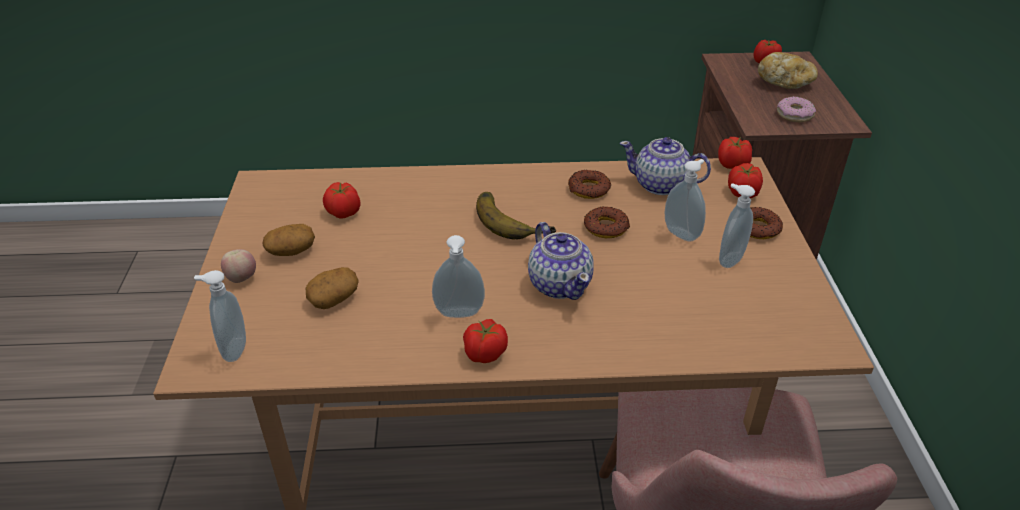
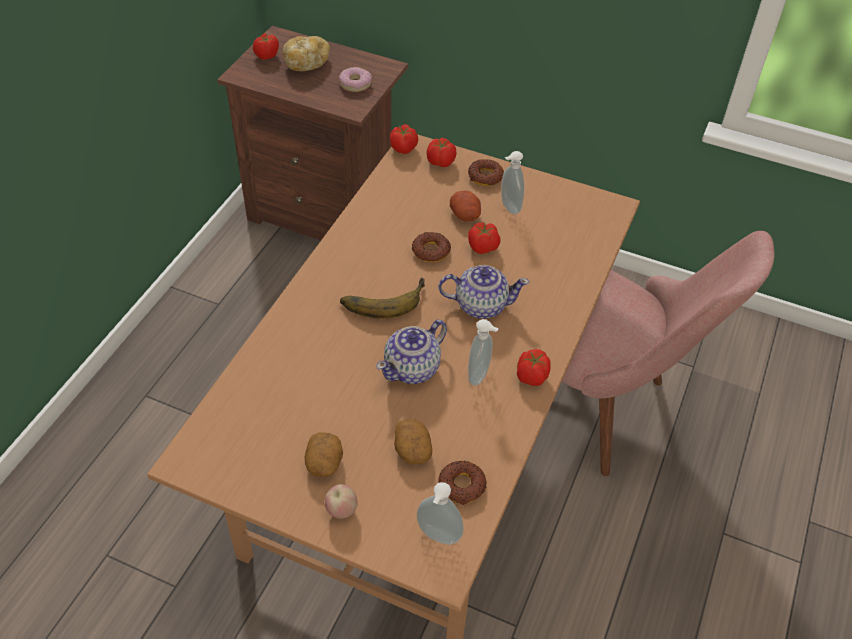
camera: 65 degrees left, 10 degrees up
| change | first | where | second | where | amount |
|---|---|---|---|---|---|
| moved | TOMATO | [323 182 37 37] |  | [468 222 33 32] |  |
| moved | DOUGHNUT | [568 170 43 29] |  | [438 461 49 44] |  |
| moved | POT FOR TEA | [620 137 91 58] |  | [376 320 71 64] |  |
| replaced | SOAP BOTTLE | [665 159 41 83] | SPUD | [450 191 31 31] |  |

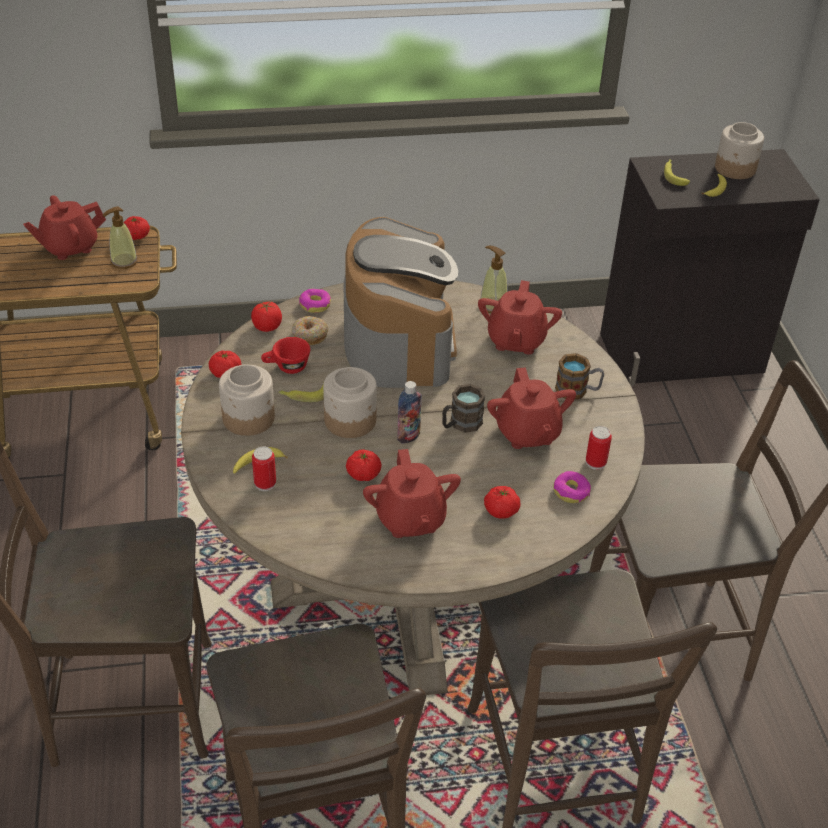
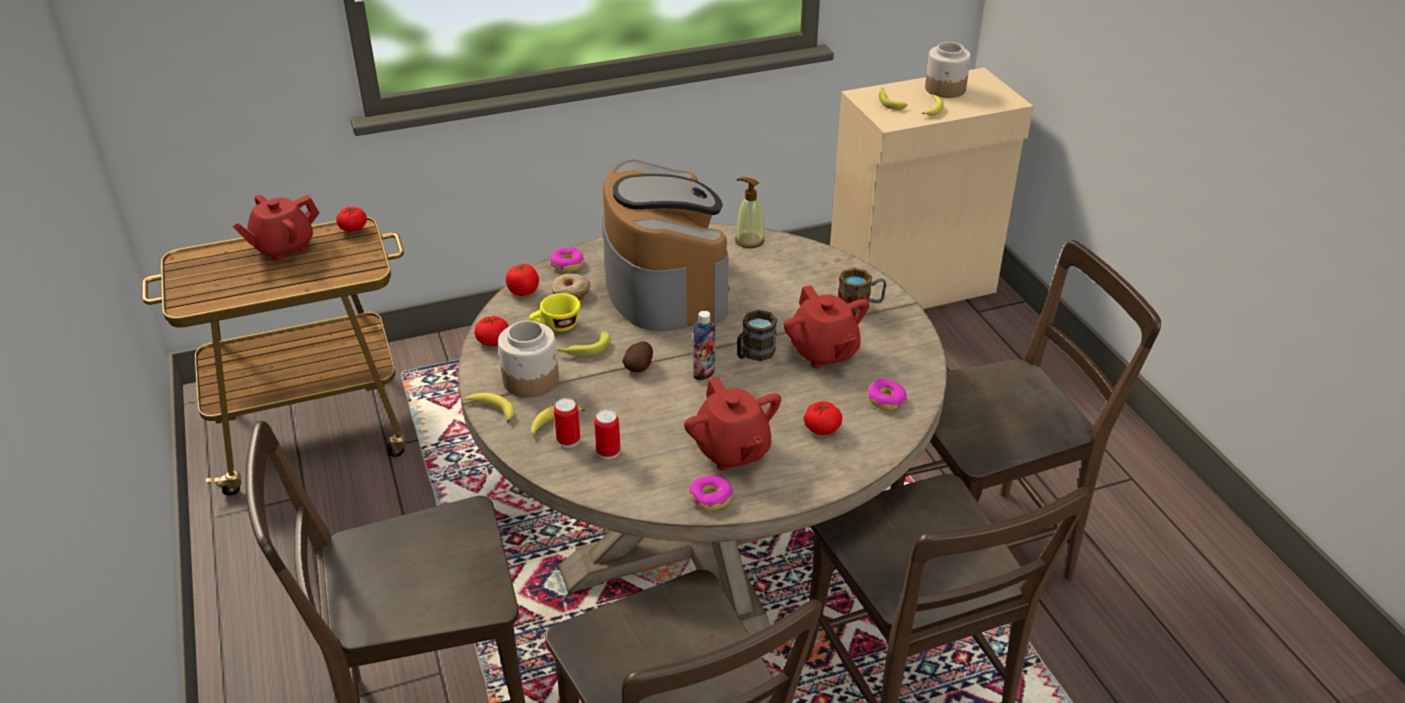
camera: 10 degrees left, 5 degrees down
| change | first | where | second | where | amount |
|---|---|---|---|---|---|
| removed | SOAP BOTTLE | [103 207 35 62] |  |  |  |
| removed | TOMATO | [346 449 36 32] |  |  |  |
| removed | REDDISH POT FOR TEA | [478 280 84 75] |  |  |  |
| added |  |  | BANANA | [465 393 49 30] |  |
| added |  |  | DOUGHNUT | [689 476 44 35] |  |
| moved | SEALED CAN | [586 426 26 44] |  | [594 409 26 50] |  |
| replaced | PRESERVE JAR | [323 367 54 71] | SPUD | [622 341 31 31] |  |
| recoloured | REDDISH DRINKING CUP | [261 337 49 37] | YELLOW DRINKING CUP | [529 293 51 39] |  |
| recoloured | BLACK-COLOURED CABINET | [600 149 220 237] | BEIGE-COLOURED CABINET | [830 68 203 241] |  |

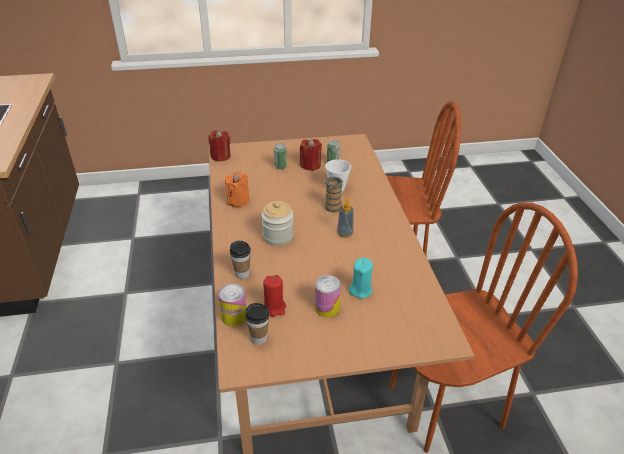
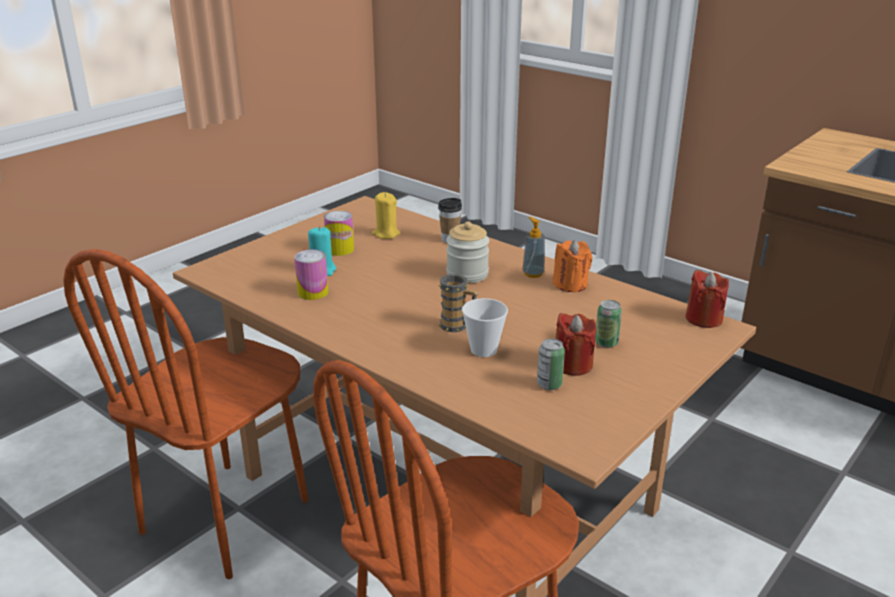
camera: 140 degrees right, 10 degrees down
| change | first | where | second | where | amount |
|---|---|---|---|---|---|
| removed | DRINKING CUP | [245 303 24 42] |  |  |  |
| moved | SEALED CAN | [218 283 28 44] |  | [294 250 34 50] |  |
| moved | SOAP BOTTLE | [337 197 17 41] |  | [522 217 23 61] |  |
| recoloured | REDDISH CANDLE | [263 275 23 42] | YELLOW CANDLE | [372 192 28 47] |  |

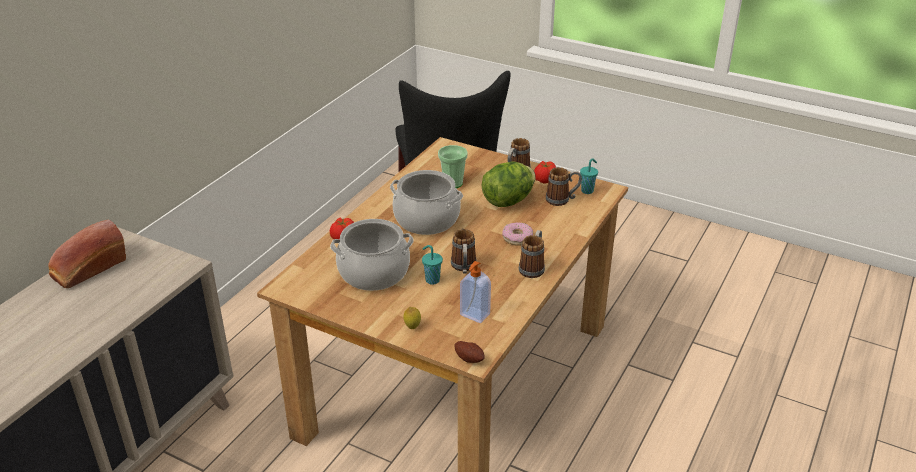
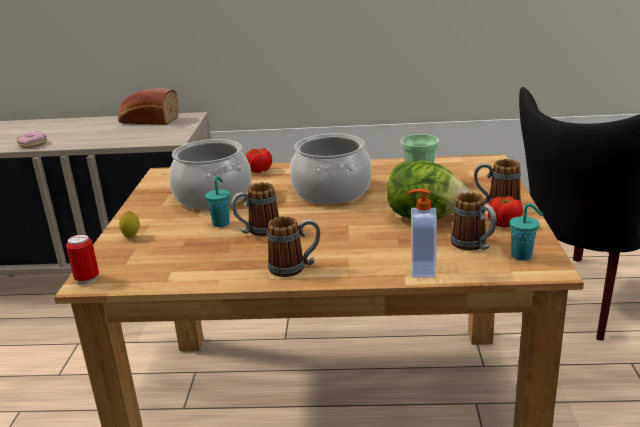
camera: 65 degrees right, 10 degrees down
| change | first | where | second | where | amount |
|---|---|---|---|---|---|
| moved | SOAP BOTTLE | [460 261 31 62] |  | [408 189 29 89] |  |
| moved | DOUGHNUT | [502 222 31 24] |  | [17 131 30 17] |  |
| replaced | SPUD | [454 341 30 22] | SEALED CAN | [66 234 33 50] |  |

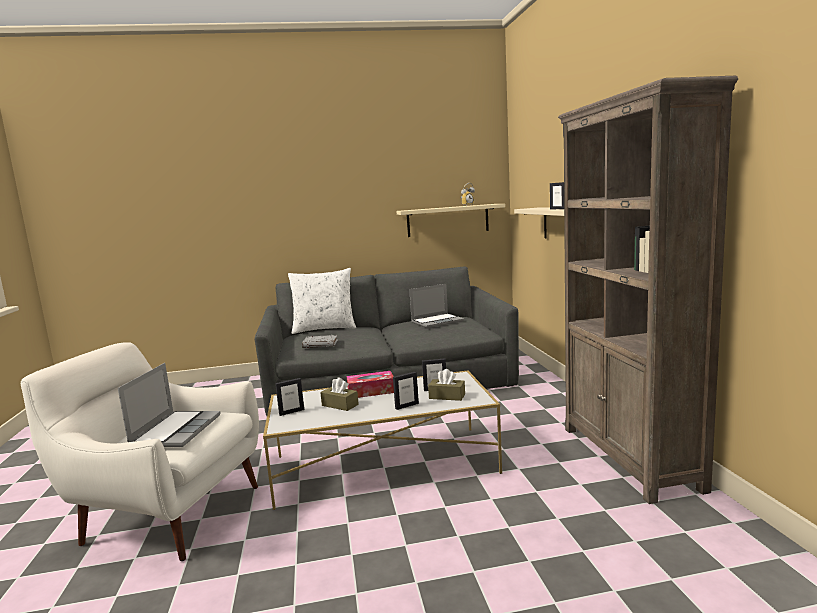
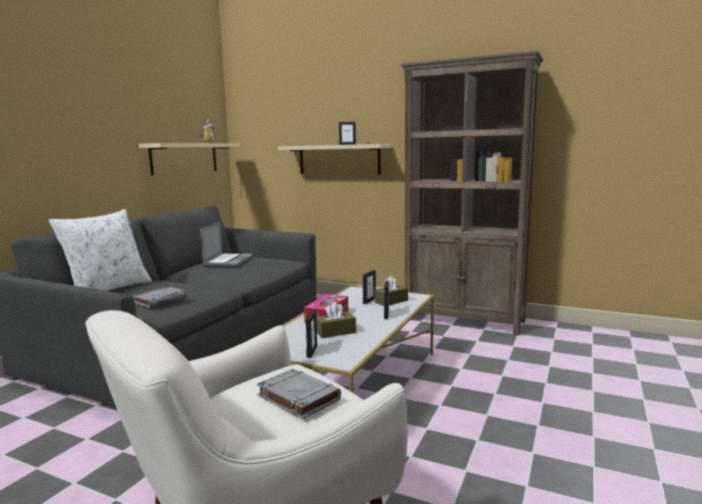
camera: 55 degrees left, 0 degrees up
| change | first | where | second | where | amount |
|---|---|---|---|---|---|
| replaced | PORTABLE COMPUTER | [118 363 102 84] | GREYISH VOLUME | [257 369 84 50] |  |

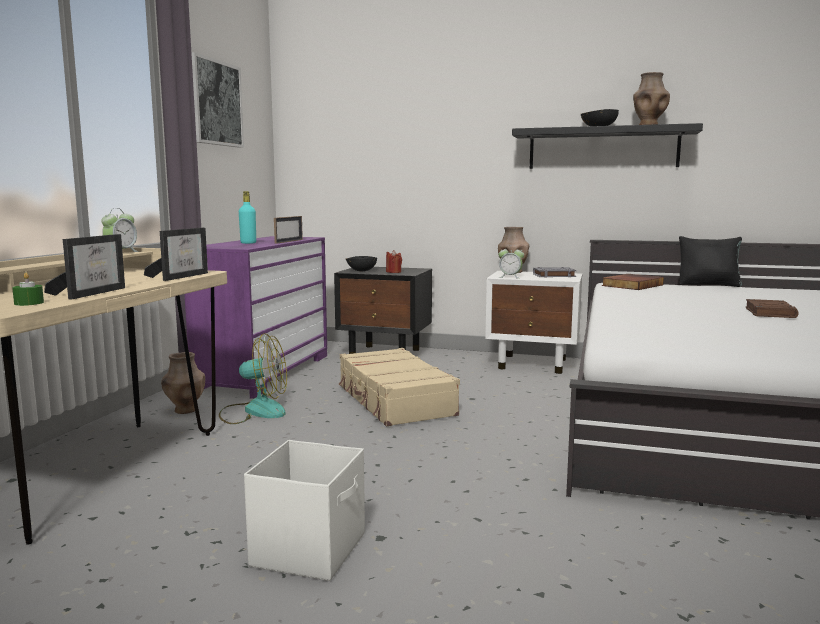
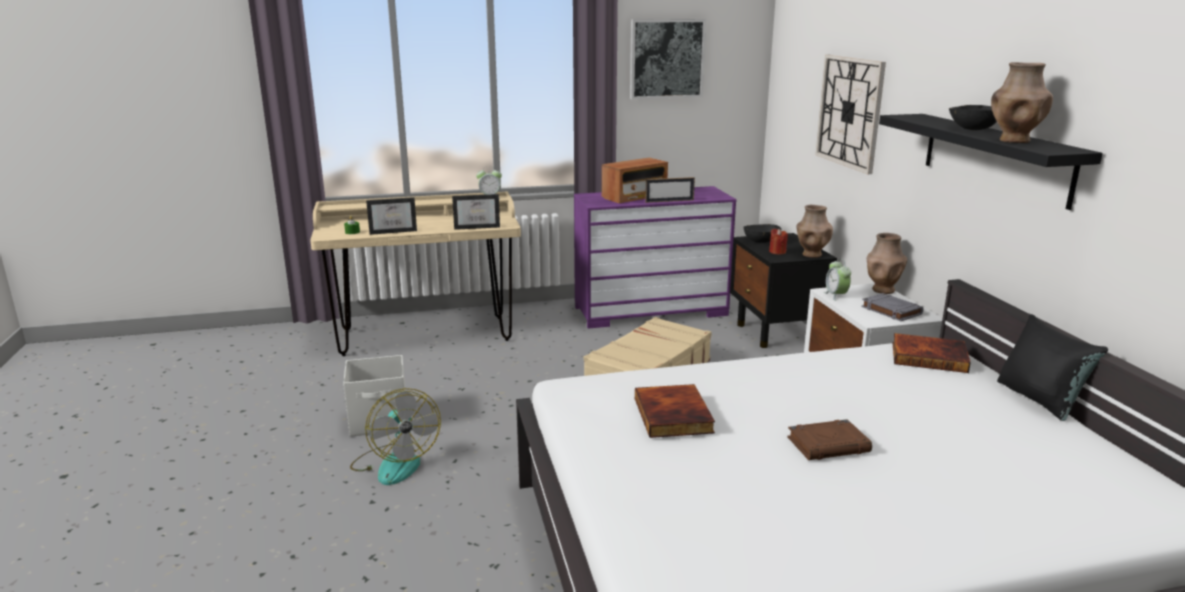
camera: 60 degrees right, 10 degrees up
| change | first | where | second | where | amount |
|---|---|---|---|---|---|
| added |  |  | VOLUME | [635 384 80 54] |  |
| added |  |  | CLOCK ON THE WALL | [815 55 71 119] |  |
| moved | BROWN FLOWER VASE | [161 352 44 62] |  | [797 205 36 53] |  |
| moved | ELECTRIC FAN | [219 333 68 91] |  | [350 388 91 97] |  |
| replaced | TURQUOISE-COLOURED DRINK BOTTLE | [239 191 17 53] | RADIO SET | [602 157 66 46] |  |

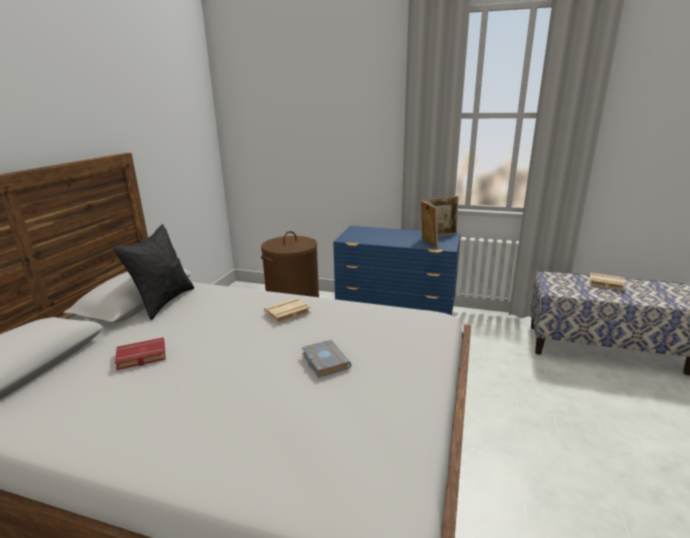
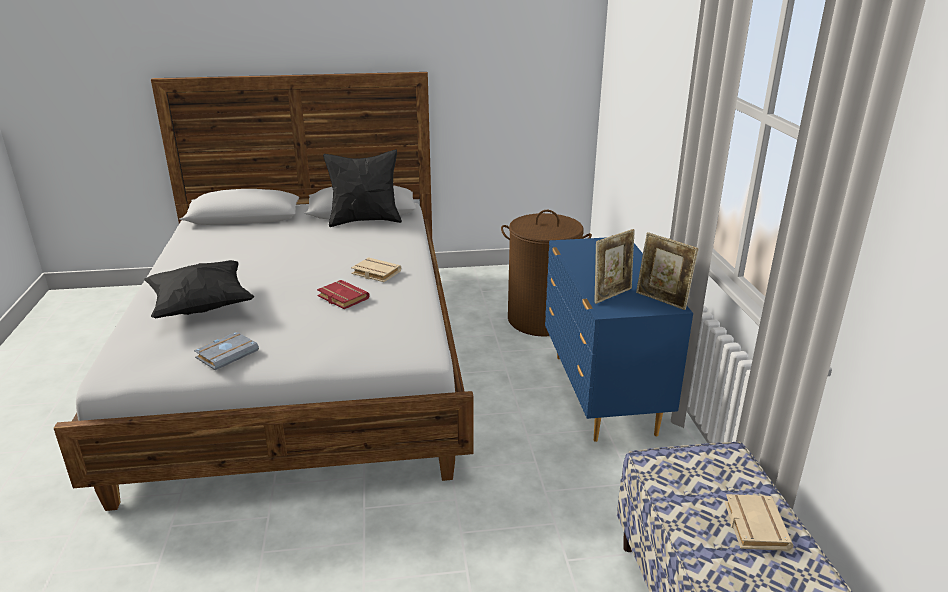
camera: 65 degrees right, 5 degrees up
| change | first | where | second | where | amount |
|---|---|---|---|---|---|
| added |  |  | BLACK-COLOURED PILLOW | [144 260 111 59] |  |
| moved | REDDISH VOLUME | [115 338 51 32] |  | [317 280 53 29] |  |
| moved | GREYISH VOLUME | [302 340 49 38] |  | [194 332 65 38] |  |

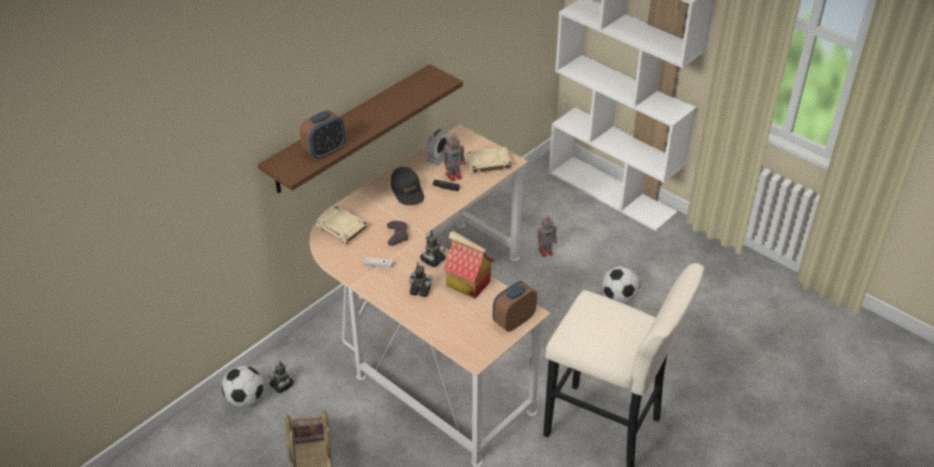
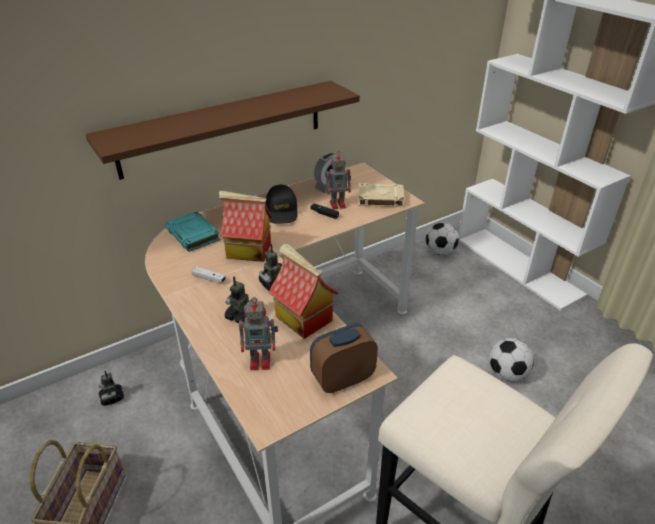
camera: 15 degrees right, 5 degrees down
| change | first | where | second | where | amount |
|---|---|---|---|---|---|
| removed | ALARM CLOCK | [300 110 45 49] |  |  |  |
| moved | FOOTBALL BALL | [222 366 41 41] |  | [426 222 33 33] |  |
| moved | TOY ROBOT | [537 217 20 40] |  | [239 297 39 73] |  |
| replaced | GREYISH JOYPAD | [387 221 21 25] | MINIATURE HOUSE | [219 190 53 72] |  |
| recoloured | BEIGE-COLOURED VOLUME | [315 206 54 39] | TURQUOISE-COLOURED VOLUME | [165 211 55 41] |  |

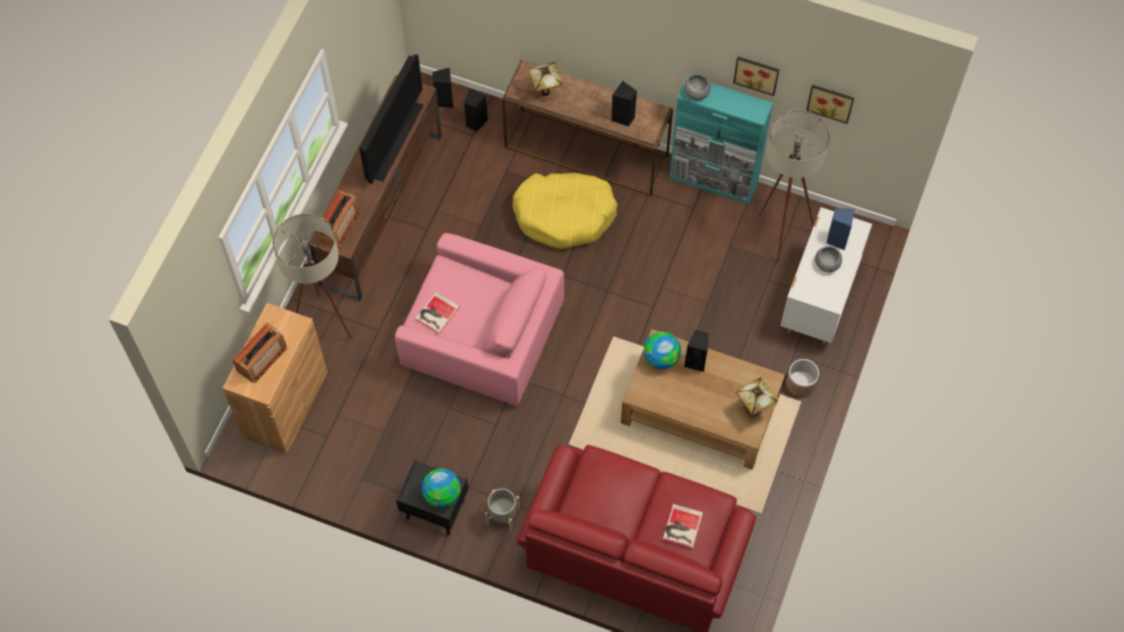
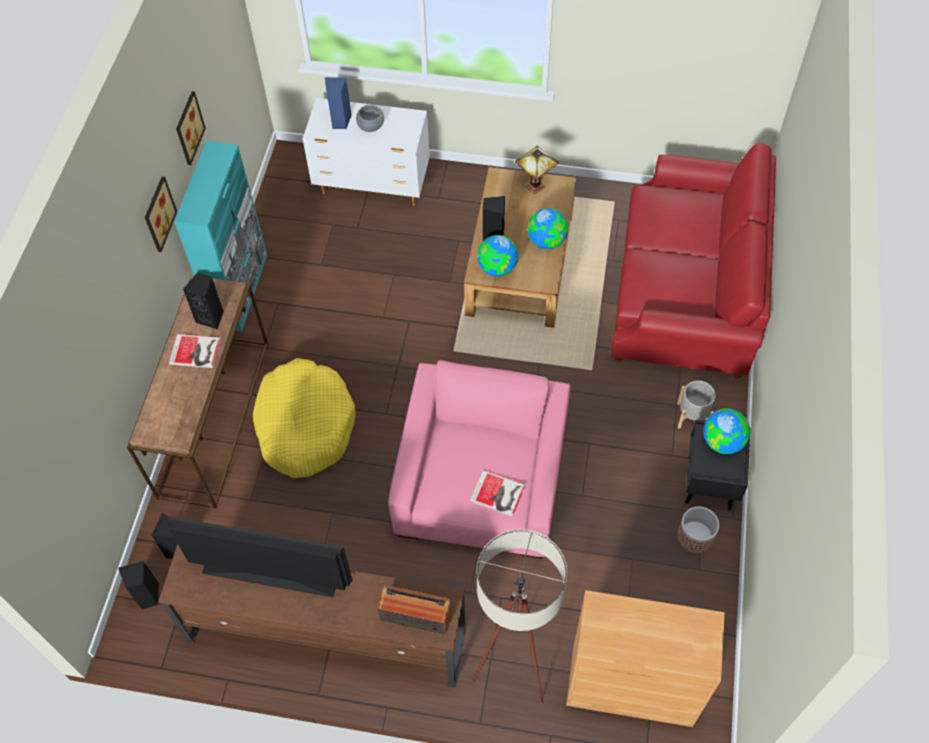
camera: 100 degrees left, 5 degrees down
| change | first | where | second | where | amount |
|---|---|---|---|---|---|
| removed | RADIO SET | [232 323 55 60] |  |  |  |
| removed | LAMP FOR A TABLE | [528 62 35 39] |  |  |  |
| removed | GREYISH BOWL | [684 74 27 27] |  |  |  |
| removed | BEIGE-COLOURED STANDARD LAMP | [759 110 71 154] |  |  |  |
| added |  |  | GLOBE | [527 208 41 41] |  |
| moved | VOLUME | [663 504 40 44] |  | [169 334 52 34] |  |
| moved | PLANTER | [786 359 33 38] |  | [677 506 42 48] |  |
| moved | WALL ART | [806 85 48 39] |  | [145 177 32 75] |  |

